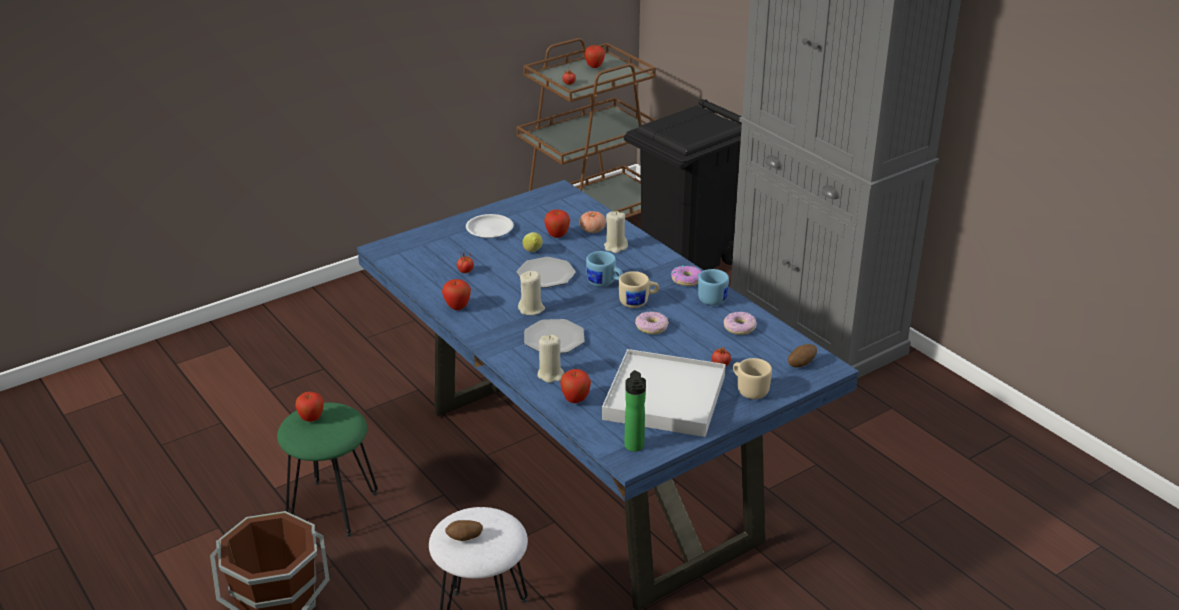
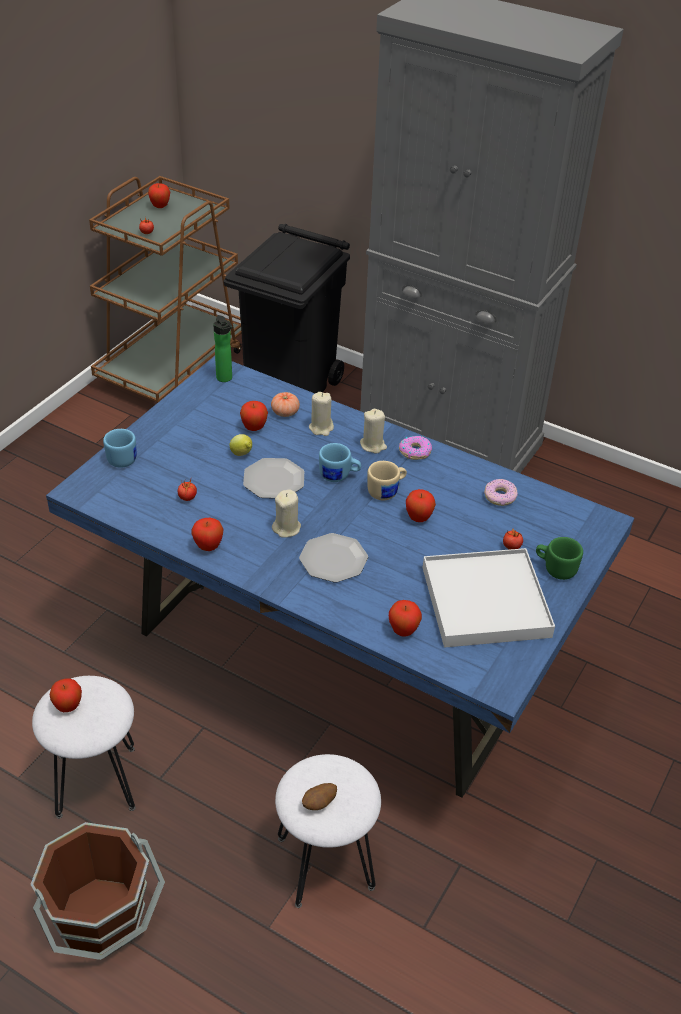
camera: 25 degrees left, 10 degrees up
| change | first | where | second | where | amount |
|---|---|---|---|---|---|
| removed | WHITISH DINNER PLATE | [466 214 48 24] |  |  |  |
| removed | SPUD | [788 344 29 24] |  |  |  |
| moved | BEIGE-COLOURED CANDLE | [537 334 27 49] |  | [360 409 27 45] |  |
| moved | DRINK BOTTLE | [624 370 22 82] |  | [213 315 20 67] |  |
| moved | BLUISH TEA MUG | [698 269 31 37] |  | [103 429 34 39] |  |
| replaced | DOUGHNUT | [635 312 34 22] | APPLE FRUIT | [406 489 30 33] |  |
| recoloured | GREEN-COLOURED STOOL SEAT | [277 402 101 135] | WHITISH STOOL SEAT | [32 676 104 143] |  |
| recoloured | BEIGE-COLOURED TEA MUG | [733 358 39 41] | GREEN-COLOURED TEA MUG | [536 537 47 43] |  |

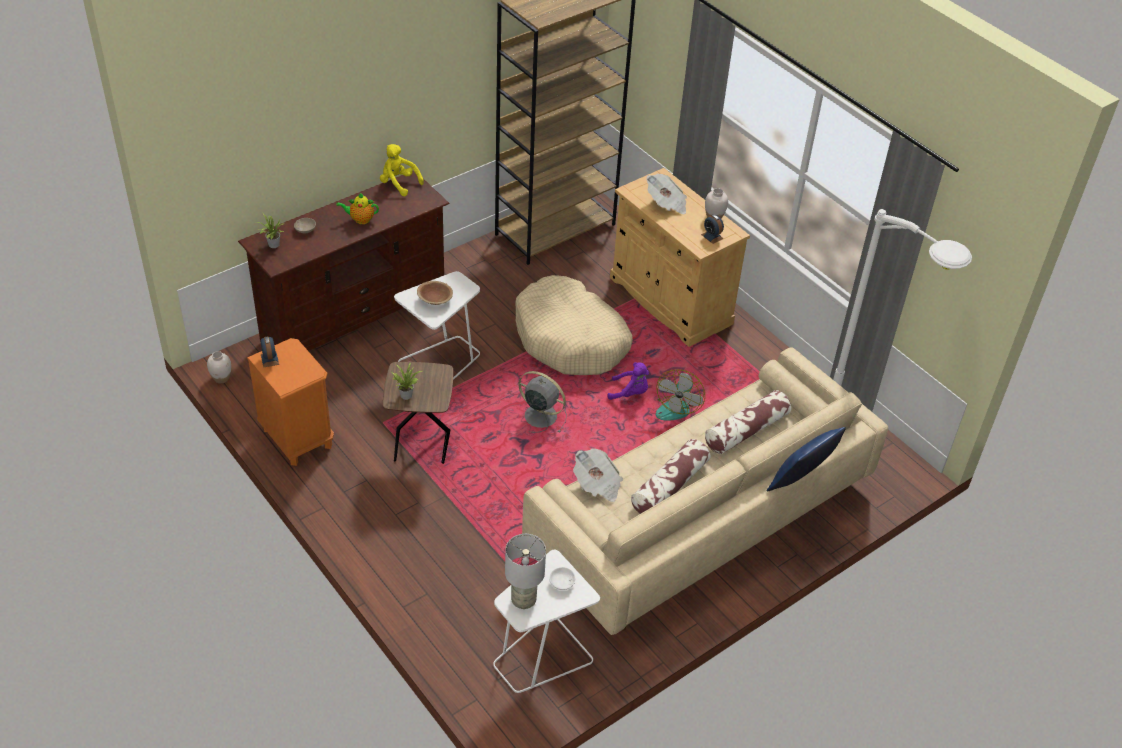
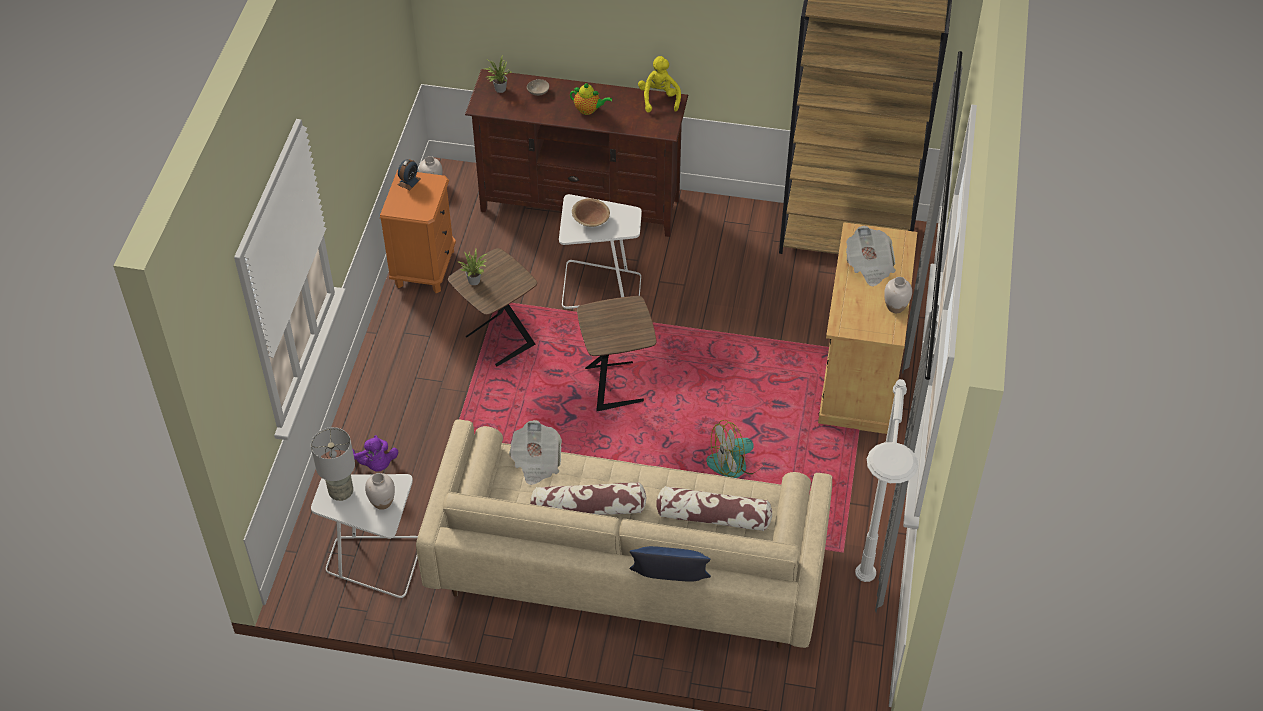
camera: 50 degrees right, 5 degrees up
| change | first | where | second | where | amount |
|---|---|---|---|---|---|
| removed | BEIGE-COLOURED PET BED | [515 275 118 100] |  |  |  |
| removed | ALARM CLOCK | [701 215 23 29] |  |  |  |
| moved | PURPLISH SOFT TOY | [608 362 41 38] |  | [353 435 45 37] |  |
| replaced | GREYISH ELECTRIC FAN | [518 371 49 62] | BROWN ACCENT TABLE | [577 296 79 115] |  |
| replaced | WHITISH BOWL | [549 567 26 23] | WHITISH FLOWER VASE | [365 473 30 37] |  |
| turned | POT FOR TEA | [336 193 43 31] |  | [570 83 42 32] | 150 degrees clockwise |

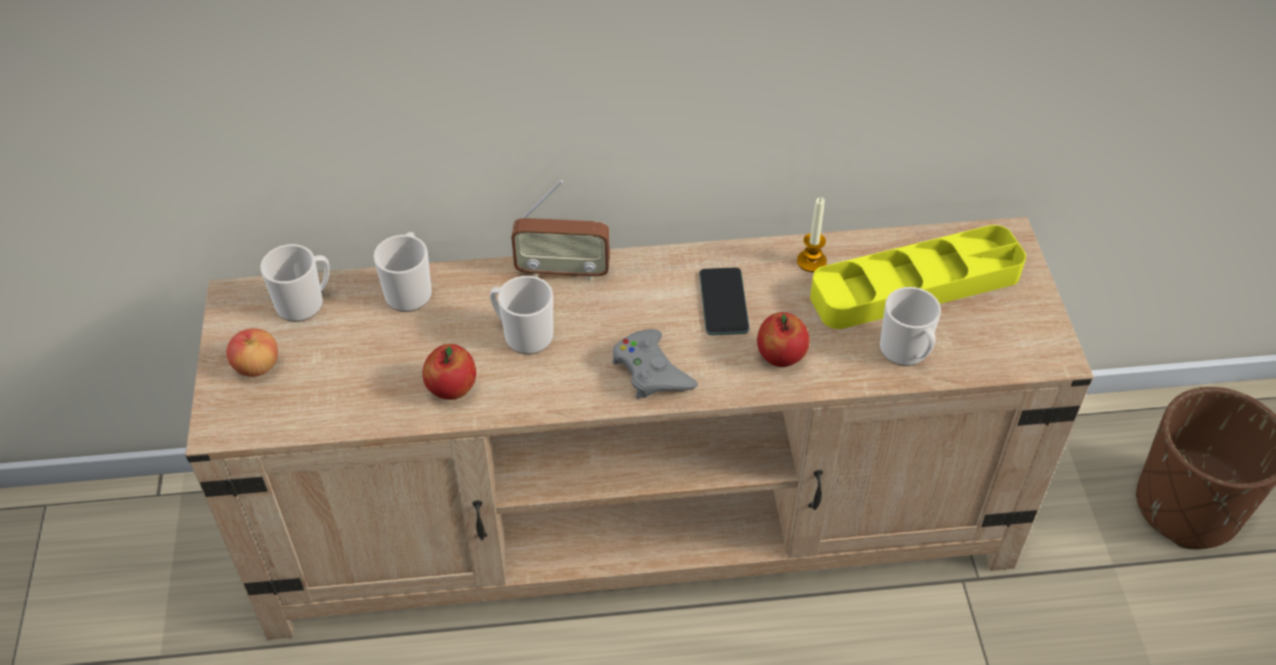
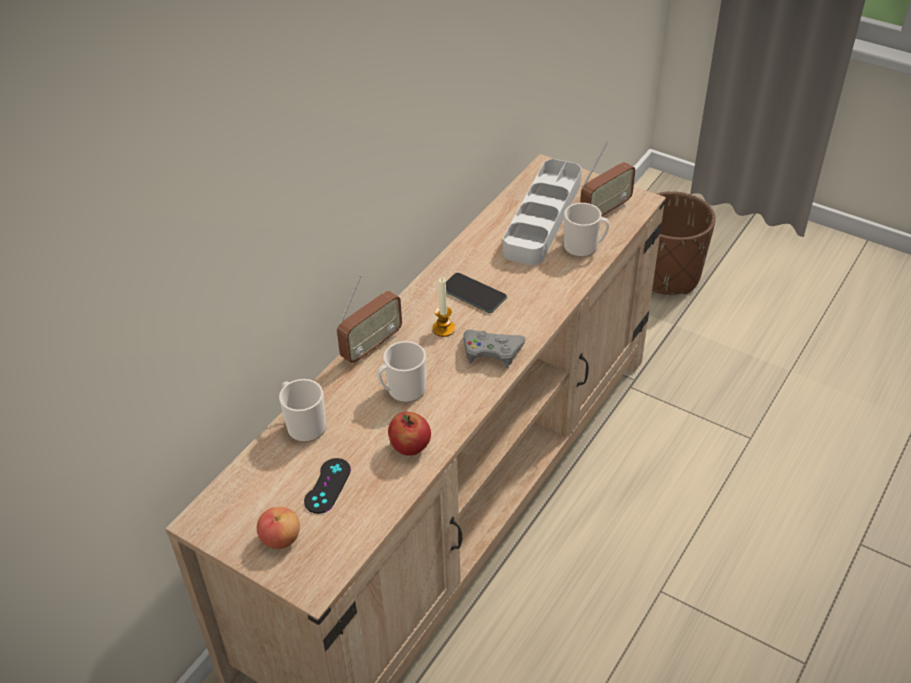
camera: 50 degrees left, 5 degrees down
| change | first | where | second | where | amount |
|---|---|---|---|---|---|
| removed | TEA MUG | [260 244 70 78] |  |  |  |
| removed | APPLE FRUIT | [757 312 53 55] |  |  |  |
| added |  |  | BLACK-COLOURED JOYPAD | [304 458 47 56] |  |
| added |  |  | RADIO SET | [580 142 55 74] |  |
| moved | CANDLE | [797 197 30 75] |  | [432 277 23 60] |  |
| recoloured | YELLOW TRAY | [810 225 216 104] | GREYISH TRAY | [503 159 79 106] |  |

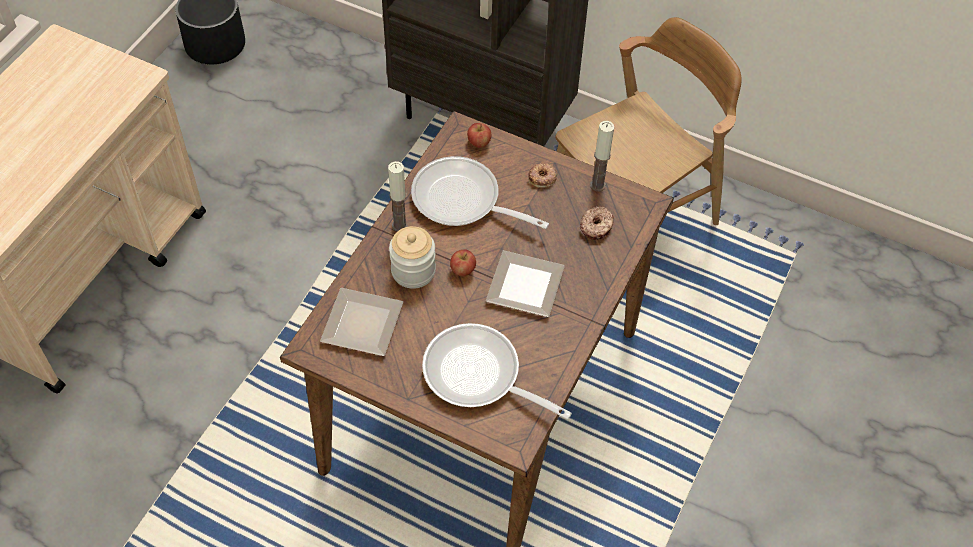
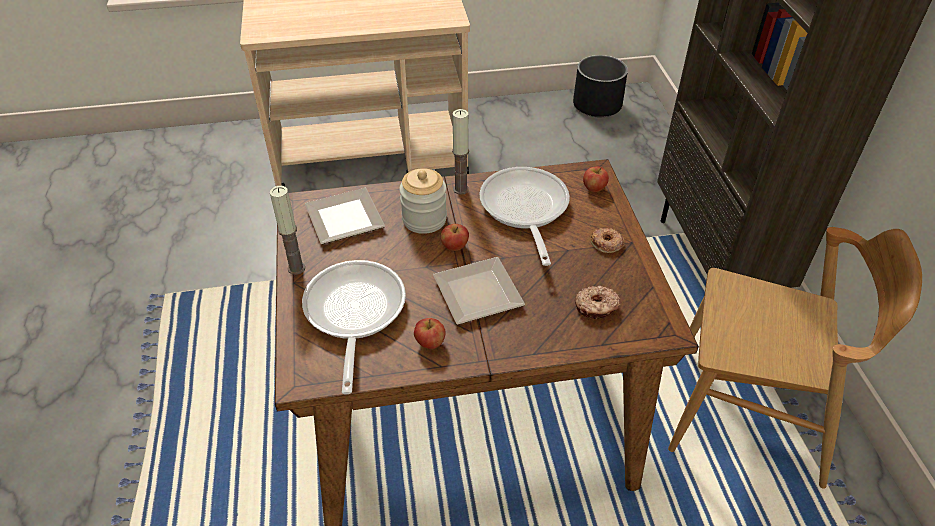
camera: 55 degrees right, 10 degrees down
| change | first | where | second | where | amount |
|---|---|---|---|---|---|
| added |  |  | APPLE FRUIT | [414 318 32 31] |  |
| moved | CANDLE | [590 121 24 71] |  | [270 186 35 89] |  |

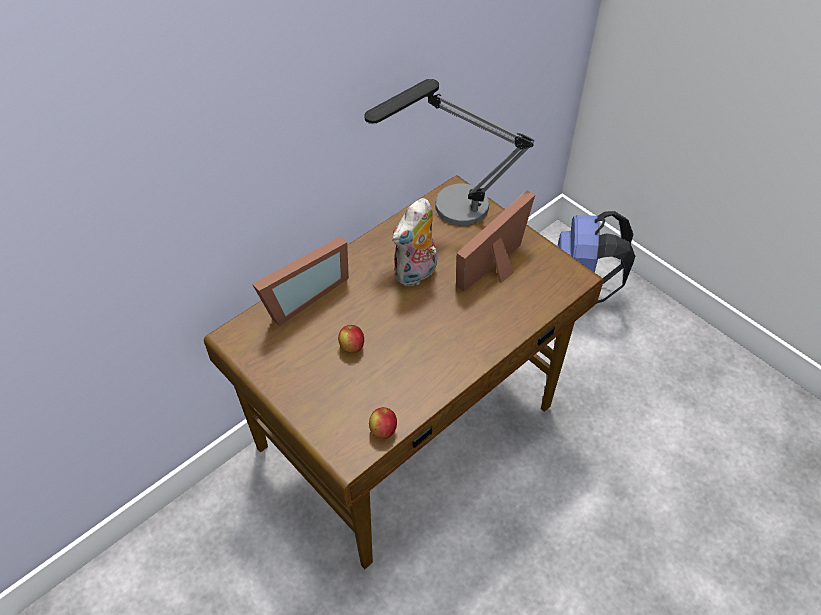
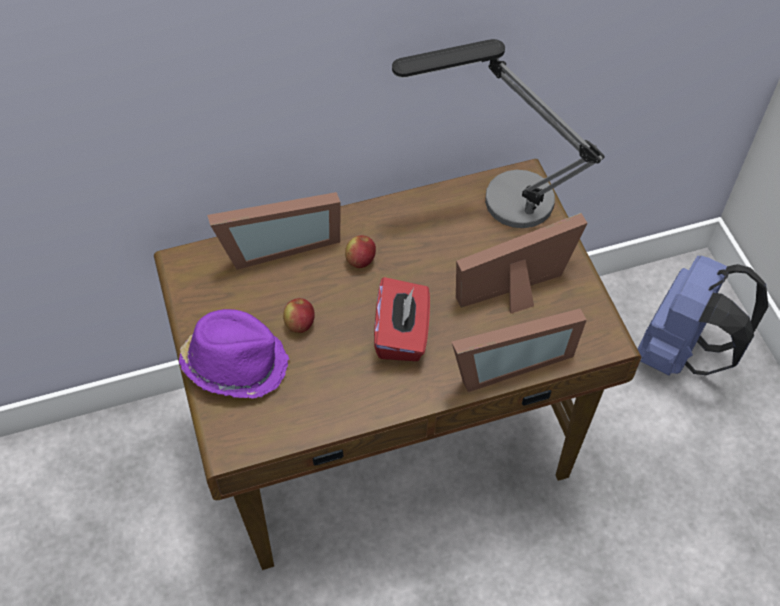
camera: 25 degrees right, 5 degrees up
| change | first | where | second | where | amount |
|---|---|---|---|---|---|
| removed | SOFT TOY | [393 198 44 89] |  |  |  |
| added |  |  | PURPLISH HAT | [179 309 111 89] |  |
| added |  |  | REDDISH TISSUE HOLDER | [374 277 56 84] |  |
| added |  |  | PICTURE FRAME | [452 309 135 83] |  |
| moved | APPLE FRUIT | [369 407 28 32] |  | [345 235 31 33] |  |

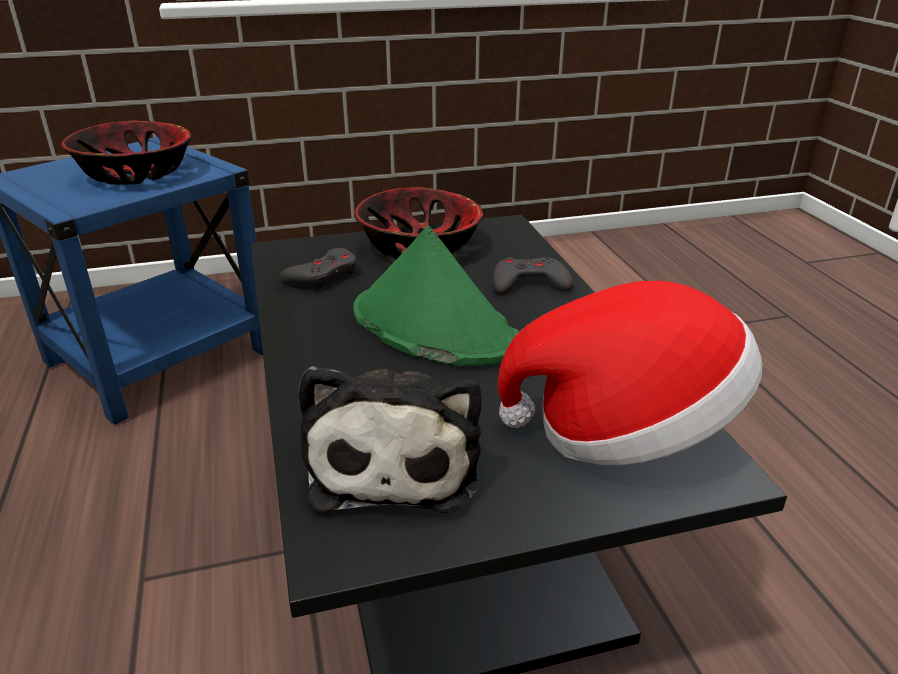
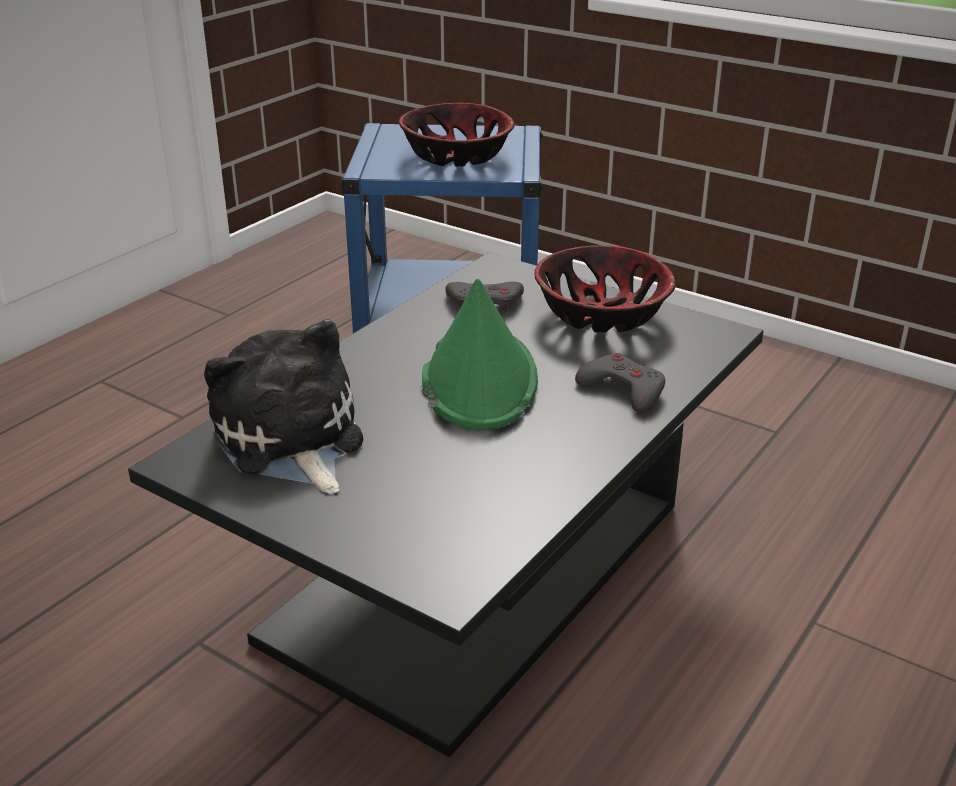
camera: 50 degrees right, 0 degrees up
| change | first | where | second | where | amount |
|---|---|---|---|---|---|
| removed | HAT | [498 281 264 184] |  |  |  |
| turned | SOFT TOY | [298 366 184 147] |  | [204 319 159 175] | 105 degrees clockwise |

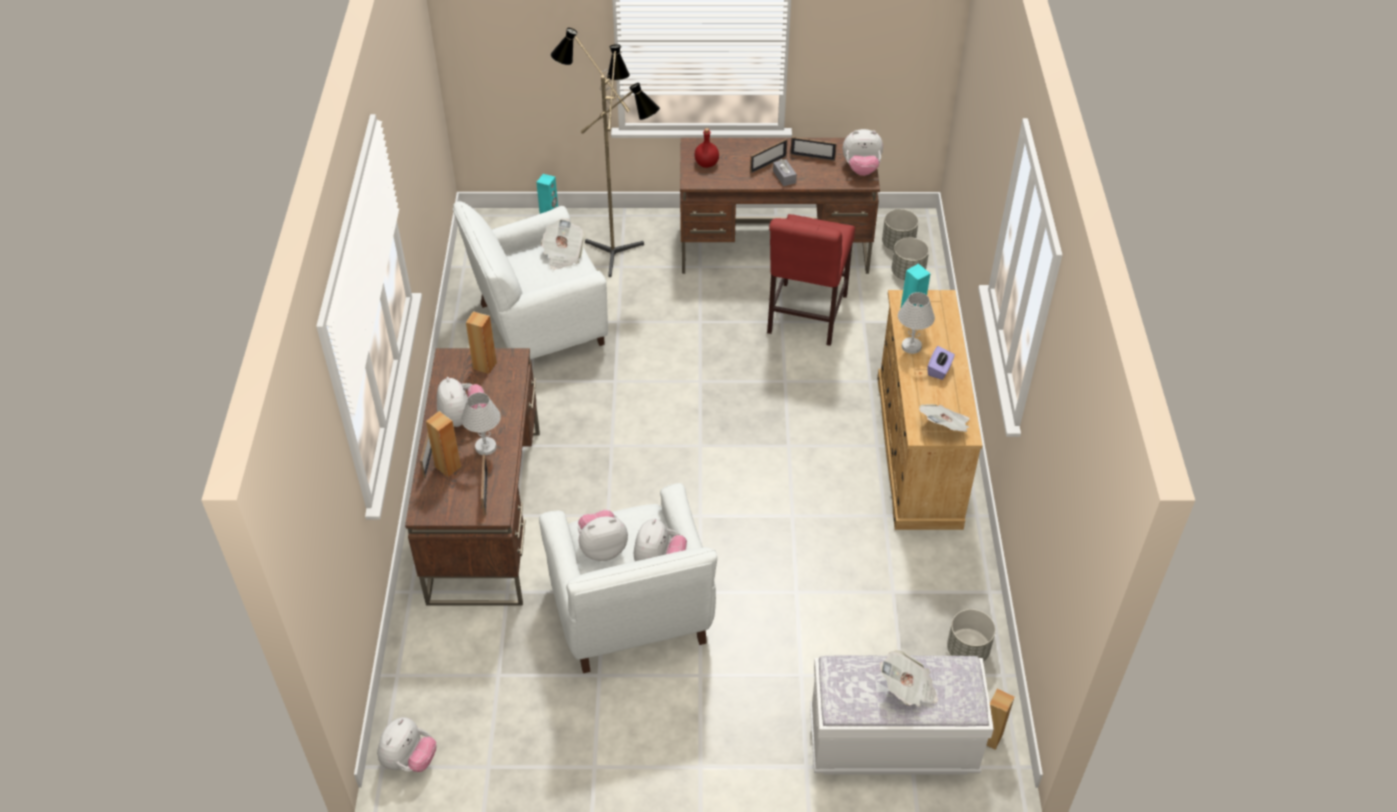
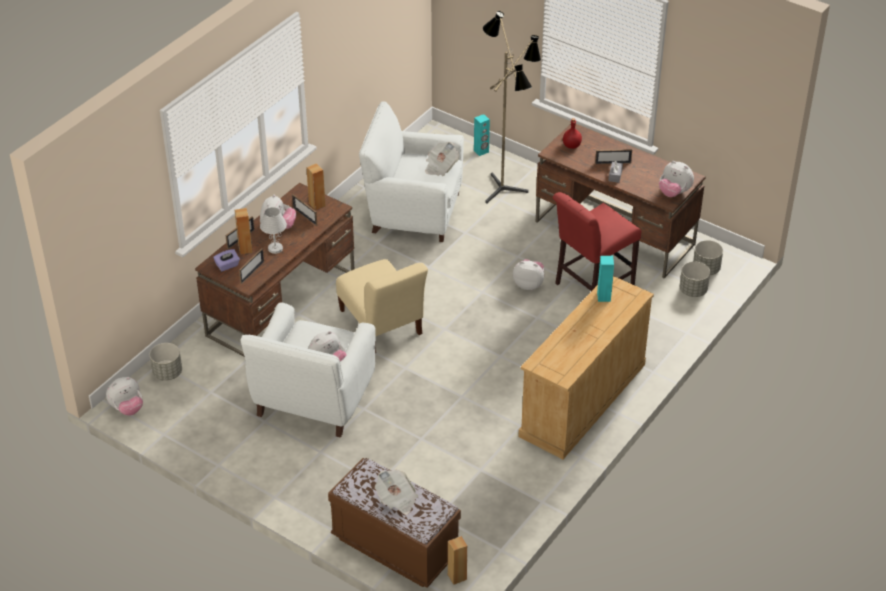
camera: 35 degrees right, 5 degrees down
| change | first | where | second | where | amount |
|---|---|---|---|---|---|
| removed | WHITISH LAMP FOR A TABLE | [898 292 37 62] |  |  |  |
| removed | DAILY PAPER | [919 404 51 28] |  |  |  |
| added |  |  | BEIGE-COLOURED CHAIR | [336 259 92 94] |  |
| moved | SOFT TOY | [578 510 50 51] |  | [513 259 31 31] |  |
| moved | PICTURE FRAME | [790 137 47 24] |  | [292 194 25 32] |  |
| moved | PURPLISH TISSUE HOLDER | [927 346 28 34] |  | [213 249 27 22] |  |
| moved | GREYISH PLANTER | [947 609 49 53] |  | [150 343 32 38] |  |
| recoloured | WHITISH INDOOR BENCH | [810 655 184 119] | BROWN INDOOR BENCH | [328 458 133 130] |  |

